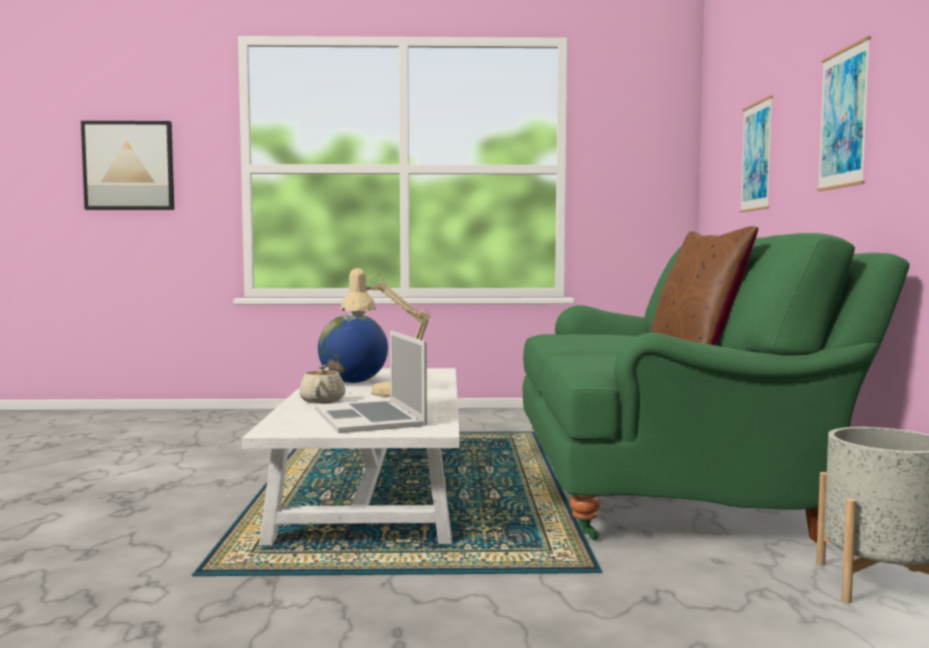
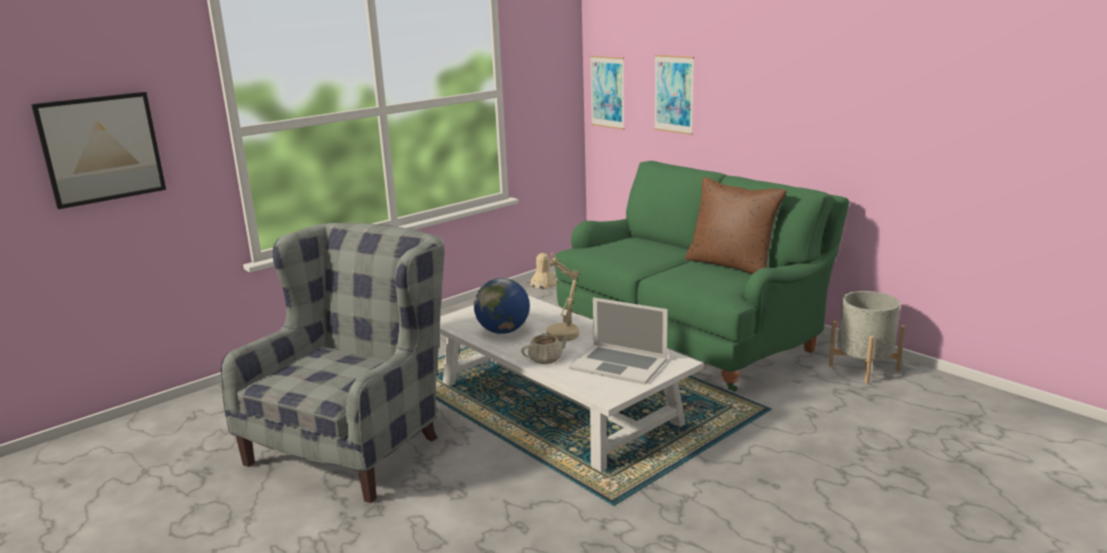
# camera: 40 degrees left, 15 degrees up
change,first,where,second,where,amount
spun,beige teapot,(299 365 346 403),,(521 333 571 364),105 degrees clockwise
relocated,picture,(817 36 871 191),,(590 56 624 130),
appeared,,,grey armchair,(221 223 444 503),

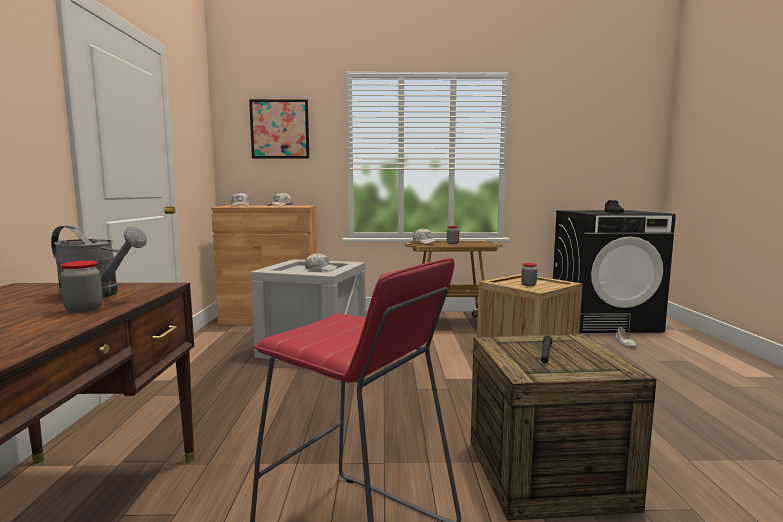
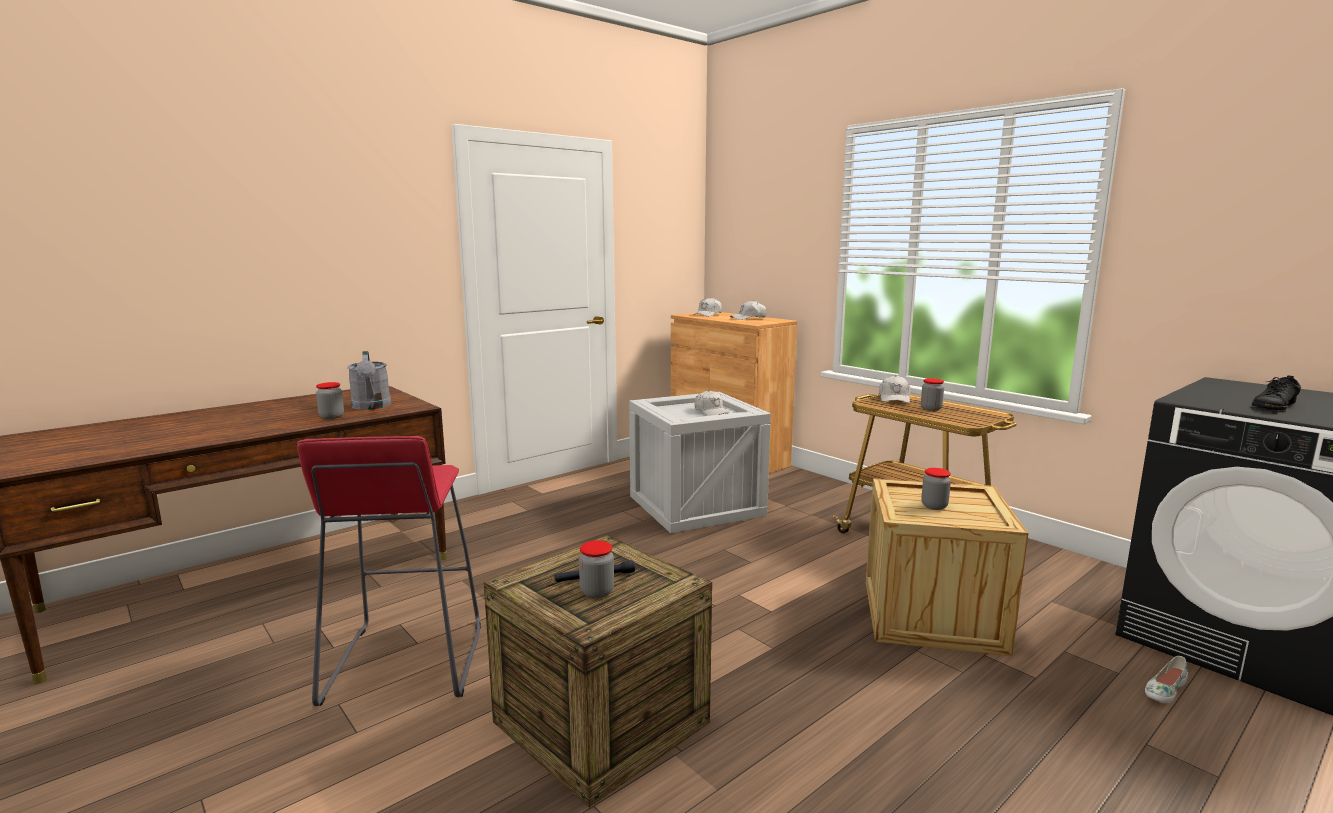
# camera: 50 degrees right, 5 degrees up
change,first,where,second,where,amount
missing,picture,(249 99 309 158),,,
appeared,,,jar,(579 540 614 599),

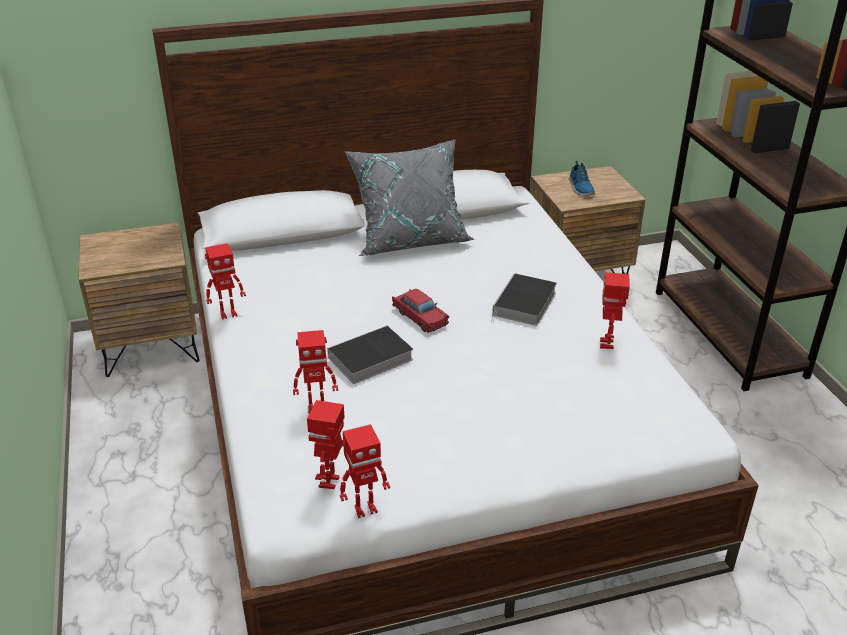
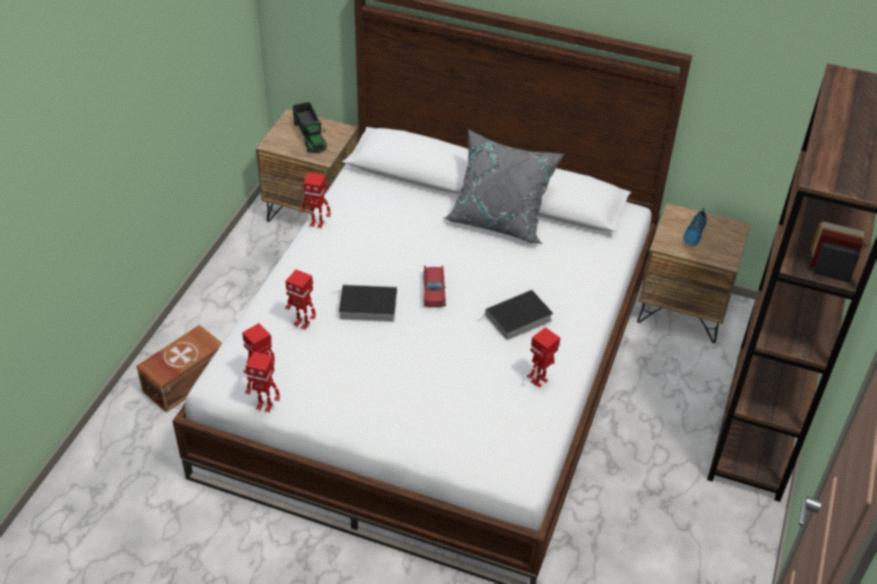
# camera: 35 degrees right, 10 degrees up
change,first,where,second,where,amount
appeared,,,brown storage box,(137 325 222 413),
appeared,,,toy truck,(293 102 327 153),

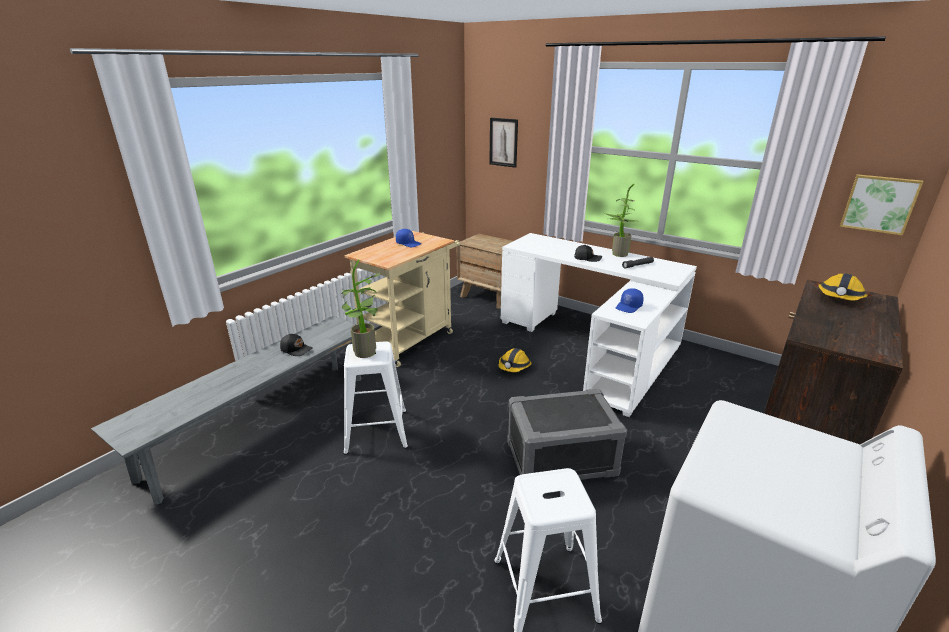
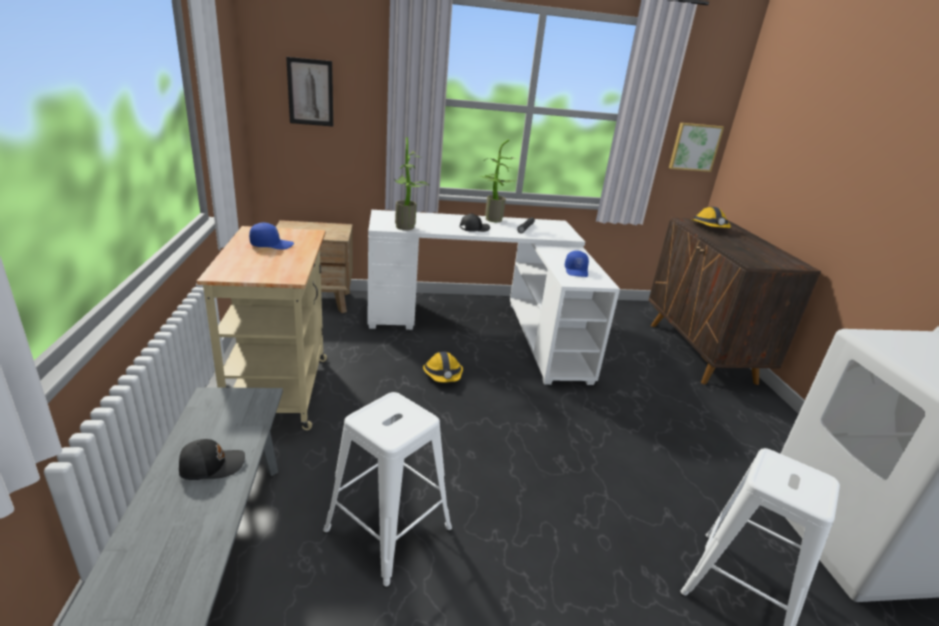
# camera: 45 degrees left, 0 degrees up
change,first,where,second,where,amount
relocated,potted plant,(341 260 381 358),,(394 137 429 230),
missing,grey storage box,(507 388 627 480),,,

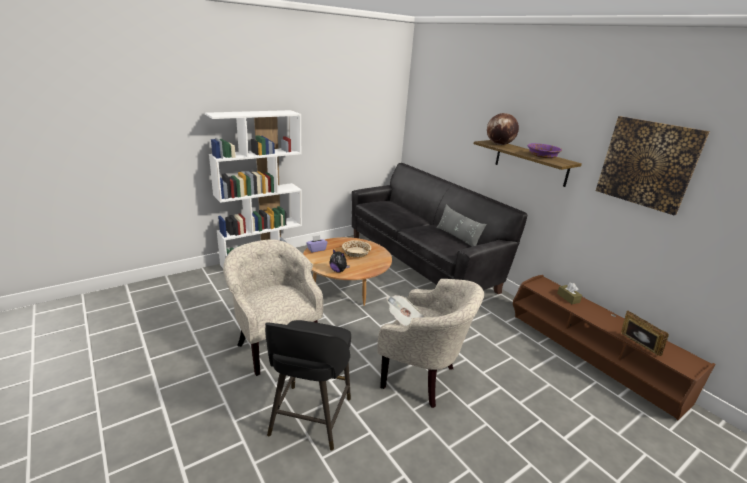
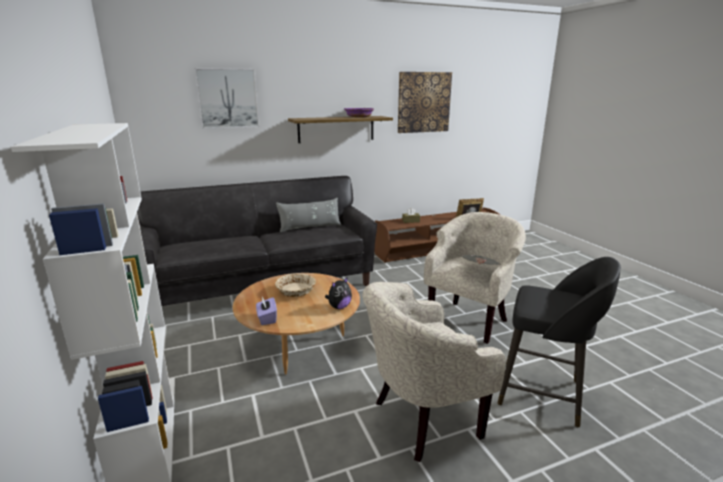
# camera: 75 degrees left, 5 degrees down
change,first,where,second,where,amount
missing,globe,(487 113 519 145),,,
appeared,,,picture,(194 68 259 129),

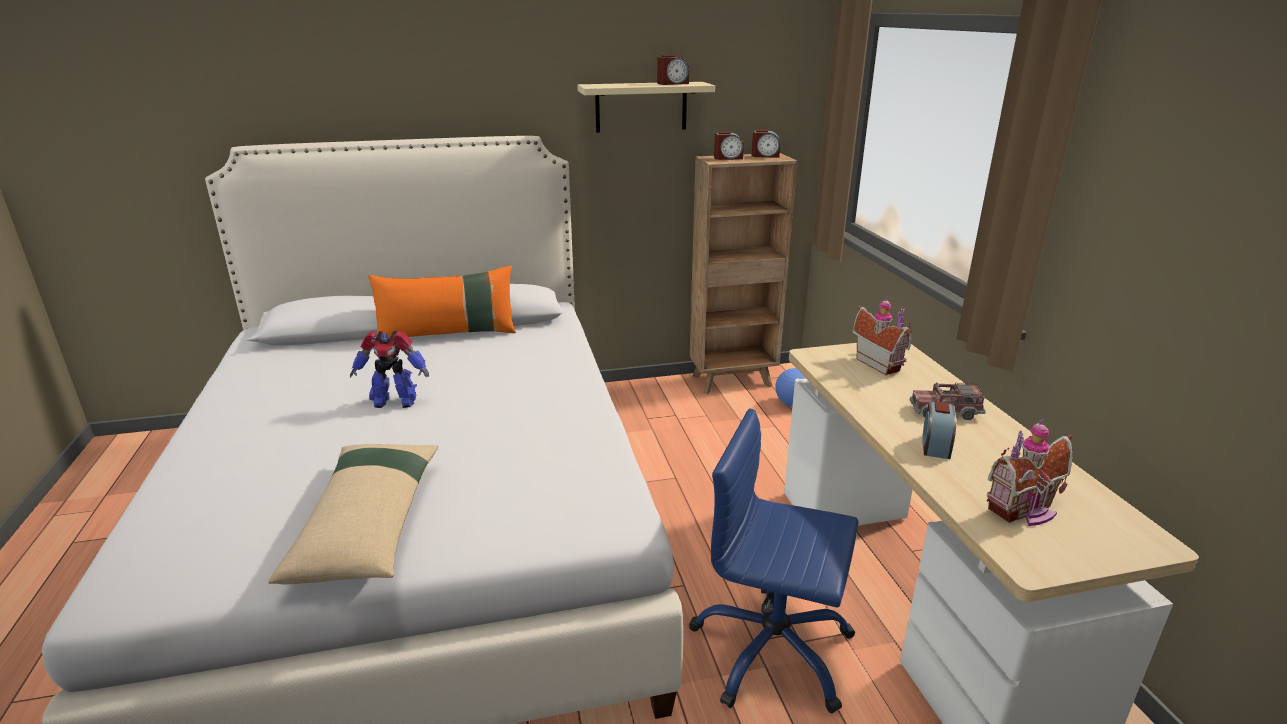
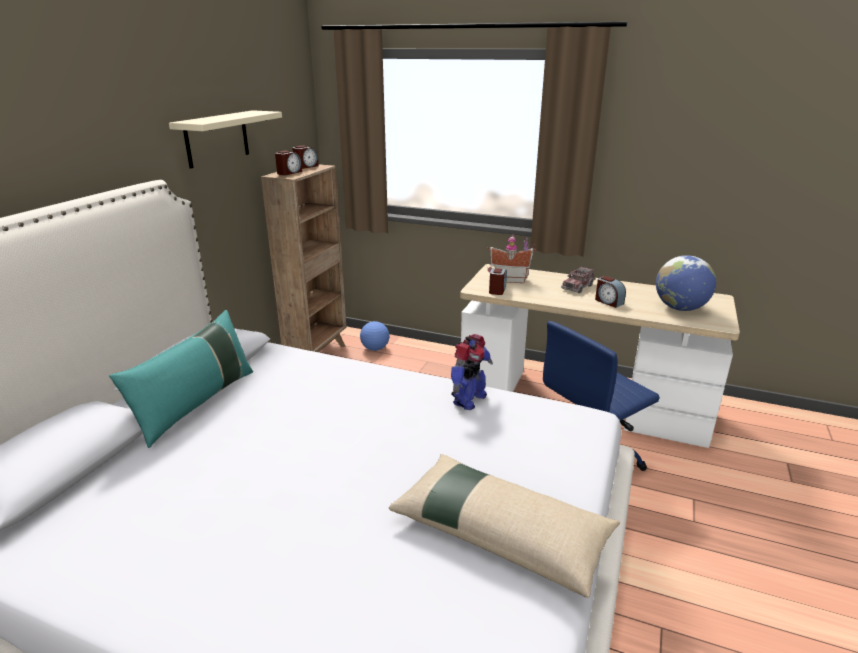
# camera: 55 degrees left, 0 degrees up
change,first,where,second,where,amount
relocated,toy robot,(350 331 429 408),,(451 334 493 410),
colour,orange pillow,(368 265 516 338),turquoise pillow,(109 310 253 448),
relocated,alarm clock,(657 55 689 85),,(489 268 507 295),
exchanged,toy house,(986 419 1073 526),globe,(656 256 716 311),

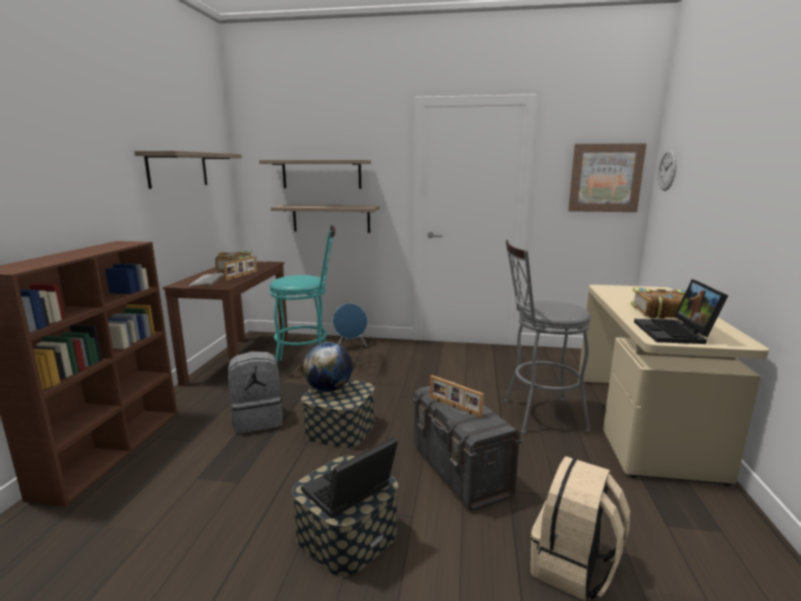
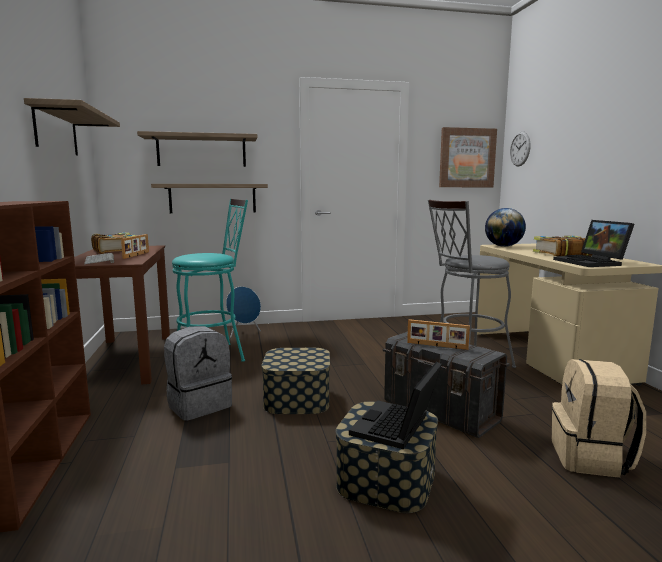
# camera: 20 degrees left, 5 degrees down
change,first,where,second,where,amount
relocated,globe,(303 342 352 392),,(485 208 526 247),

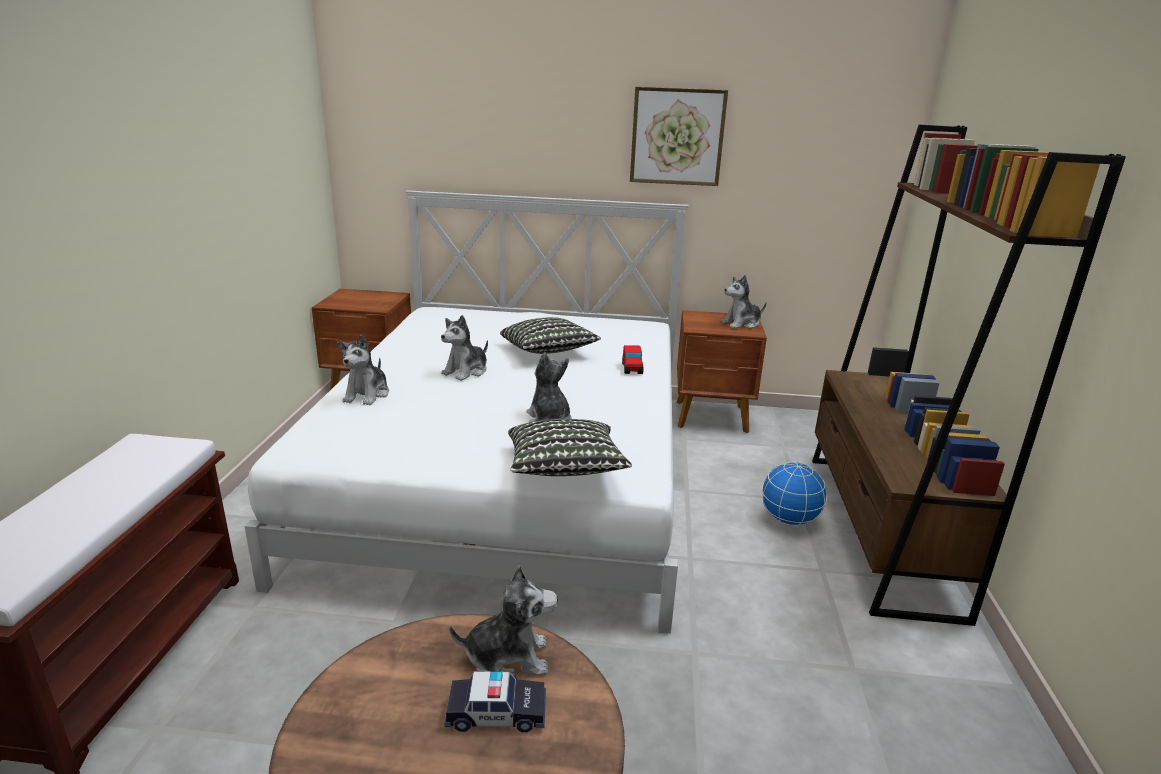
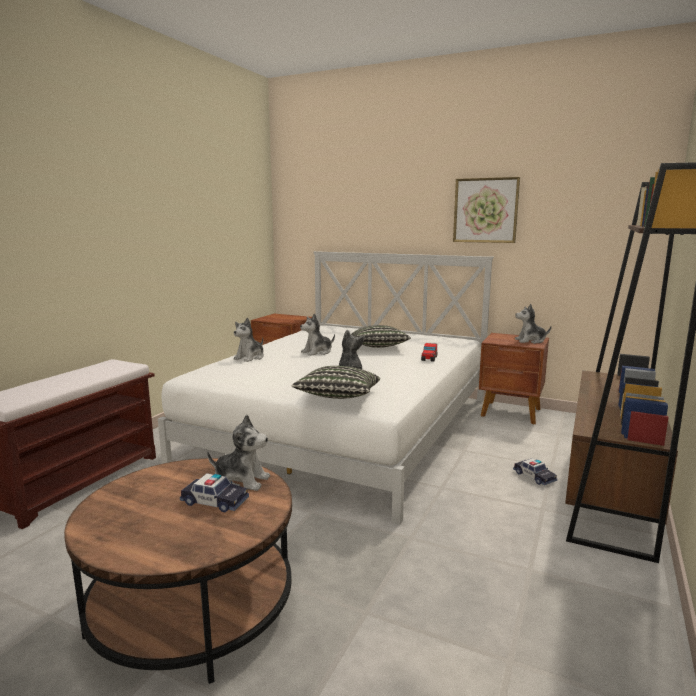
# camera: 20 degrees right, 10 degrees down
change,first,where,second,where,amount
exchanged,globe,(761 462 827 526),toy car,(513 458 557 485),

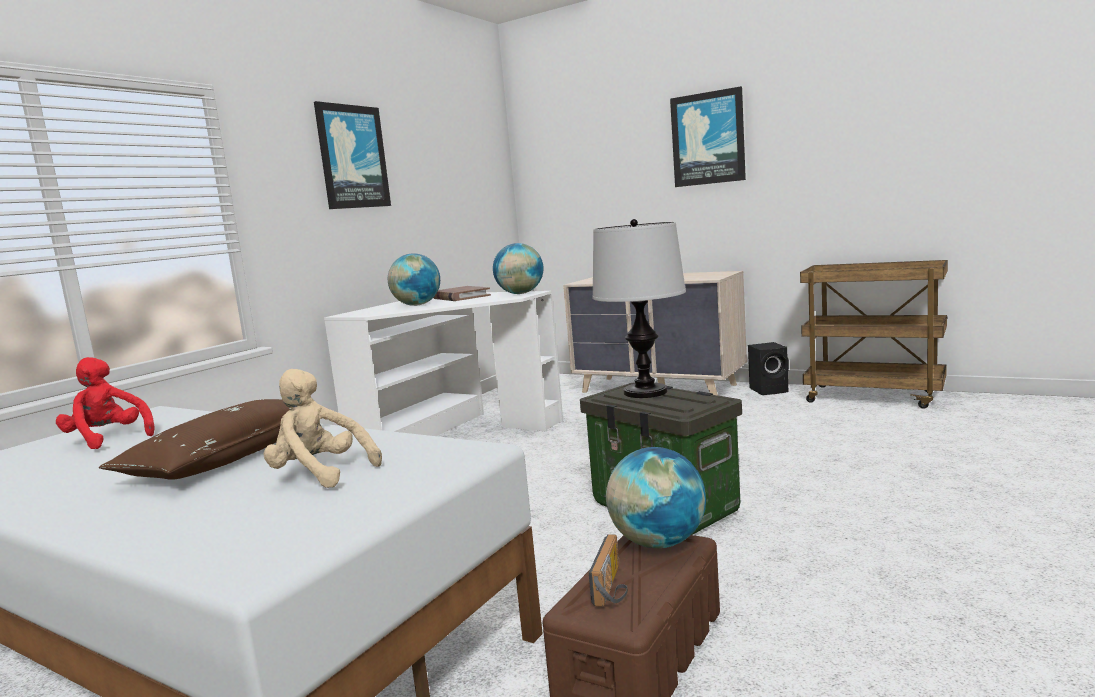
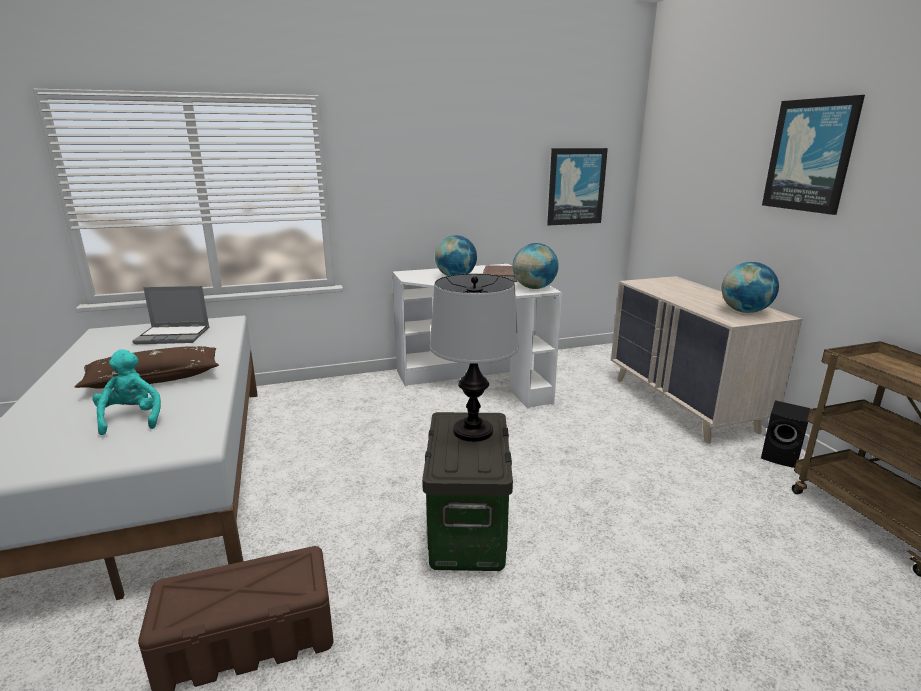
# camera: 40 degrees right, 10 degrees up
change,first,where,second,where,amount
exchanged,red plush toy,(56 357 155 449),laptop,(132 286 209 344),
colour,beige plush toy,(263 369 382 488),turquoise plush toy,(93 350 161 435),
relocated,picture,(314 101 391 209),,(547 148 608 226),
missing,radio,(589 534 628 607),,,
relocated,globe,(606 447 706 548),,(722 262 779 313),

